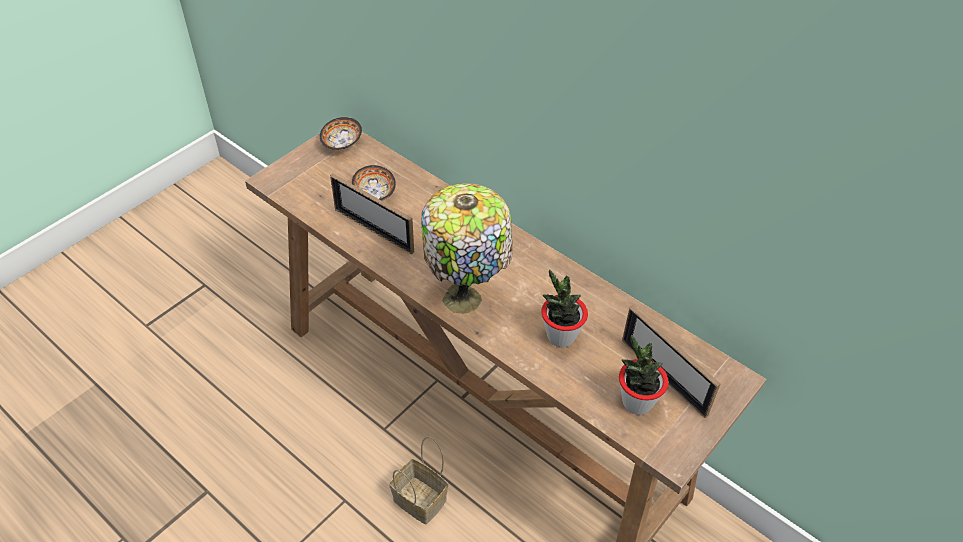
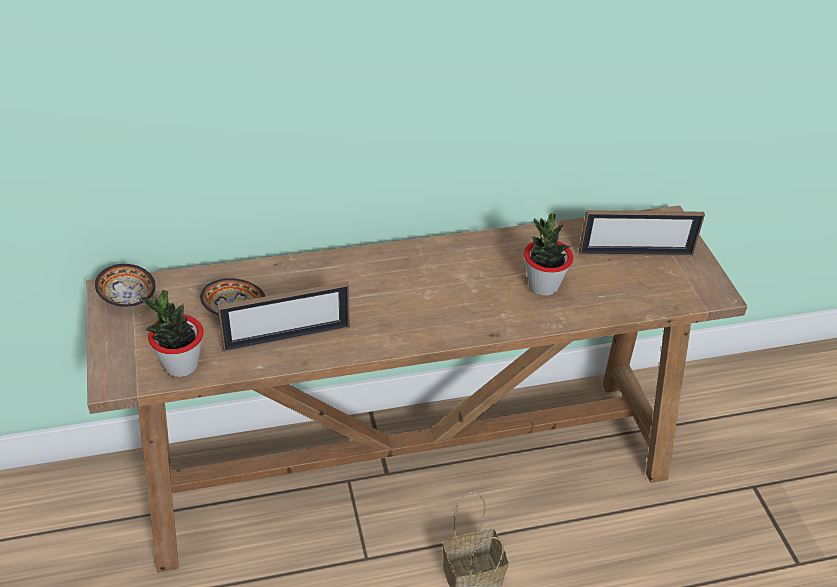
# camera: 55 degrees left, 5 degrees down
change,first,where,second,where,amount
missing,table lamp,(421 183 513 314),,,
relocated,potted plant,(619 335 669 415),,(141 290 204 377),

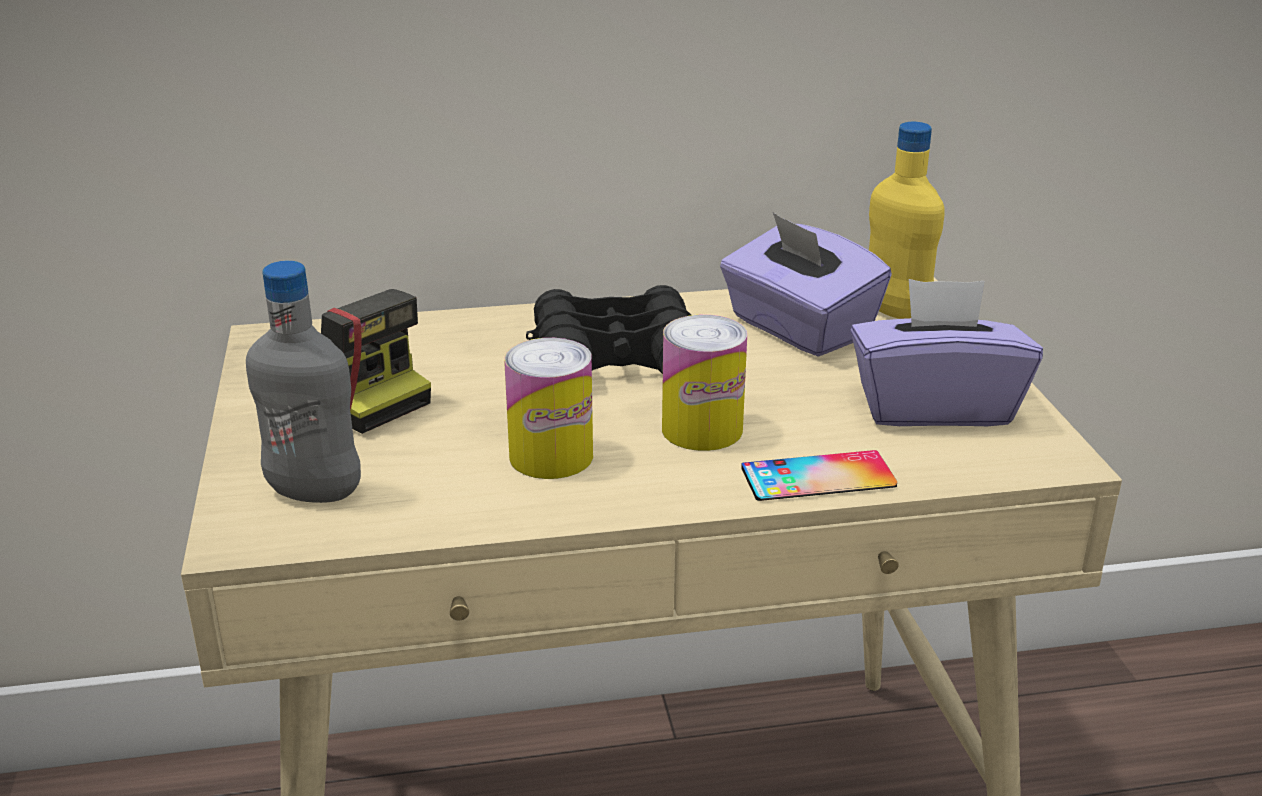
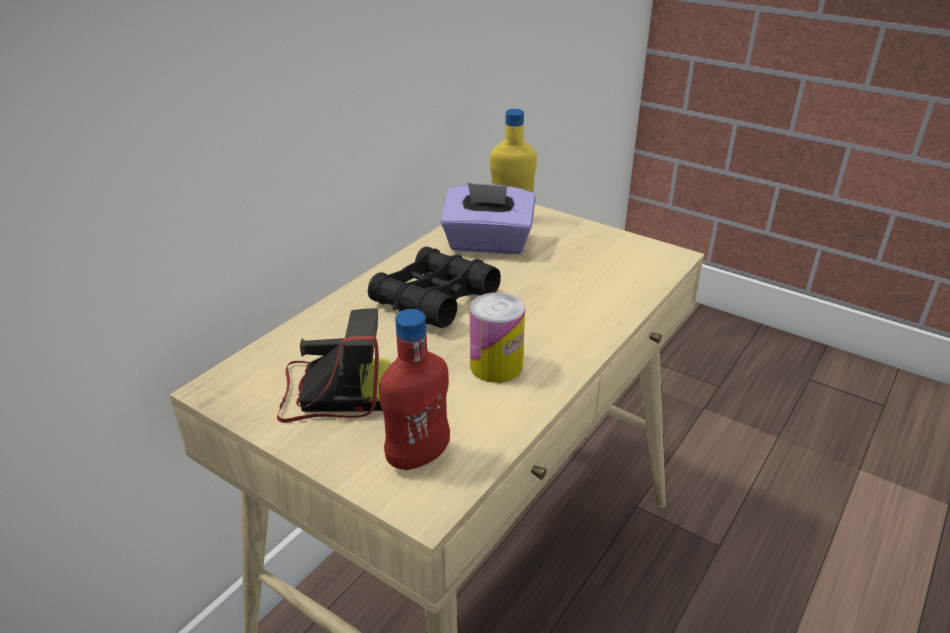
# camera: 45 degrees left, 5 degrees up
change,first,where,second,where,amount
colour,grey bottle,(246 261 361 503),red bottle,(379 309 450 470),
missing,can,(662 315 747 451),,,
missing,phone,(741 450 897 501),,,
missing,purple tissue box,(850 279 1043 426),,,

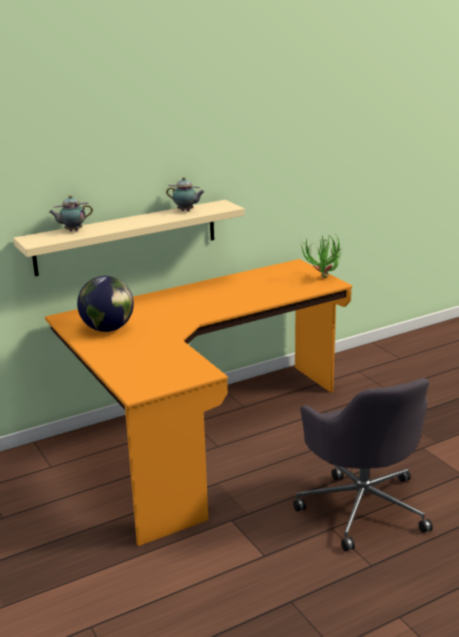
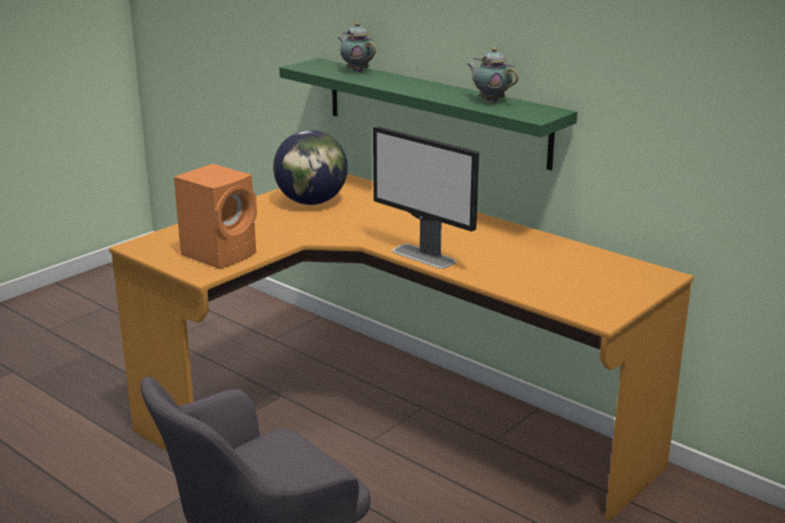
# camera: 70 degrees right, 0 degrees up
change,first,where,second,where,amount
colour,beige shelf,(13 200 245 276),green shelf,(279 58 577 170),
spun,teapot,(166 177 204 211),,(467 47 518 102),135 degrees clockwise
missing,potted plant,(300 236 342 278),,,
appeared,,,orange speaker,(174 164 257 269),
appeared,,,monitor,(373 126 479 269),

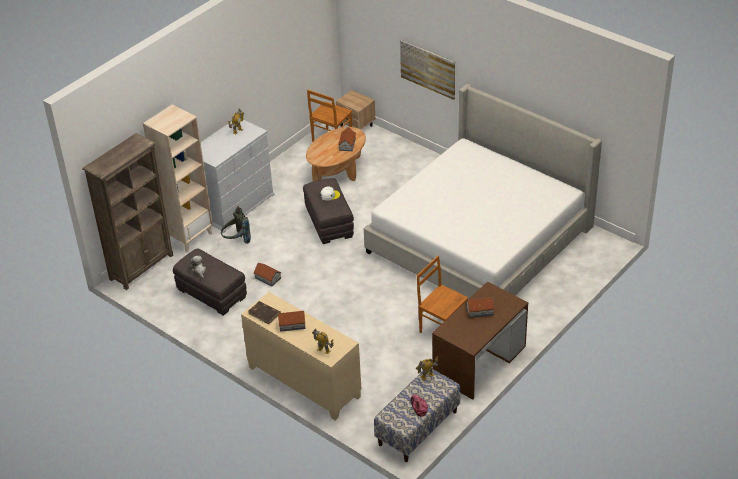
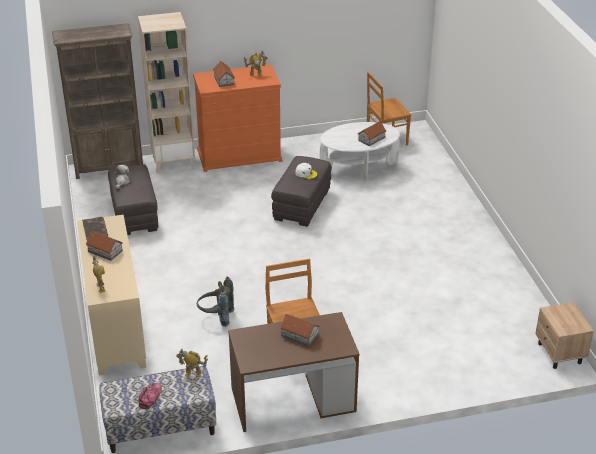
# camera: 35 degrees right, 5 degrees down
change,first,where,second,where,amount
colour,white dresser,(201 119 275 233),orange dresser,(193 65 283 172),
relocated,grey backpack,(221 206 251 244),,(197 276 234 327),
relocated,toy house,(253 263 281 286),,(213 61 235 87),
colour,brown coffee table,(306 127 366 182),white coffee table,(320 122 400 181),
relocated,beige nightstand,(336 90 376 130),,(535 302 594 369),
missing,bed,(364 84 602 299),,,
missing,picture,(400 40 455 100),,,

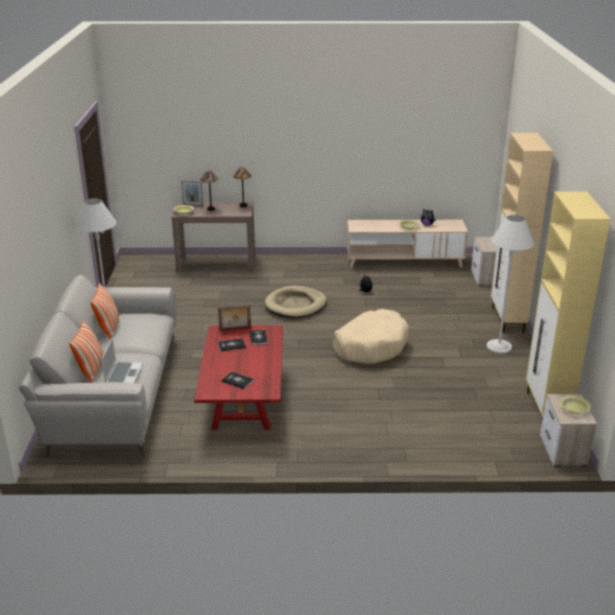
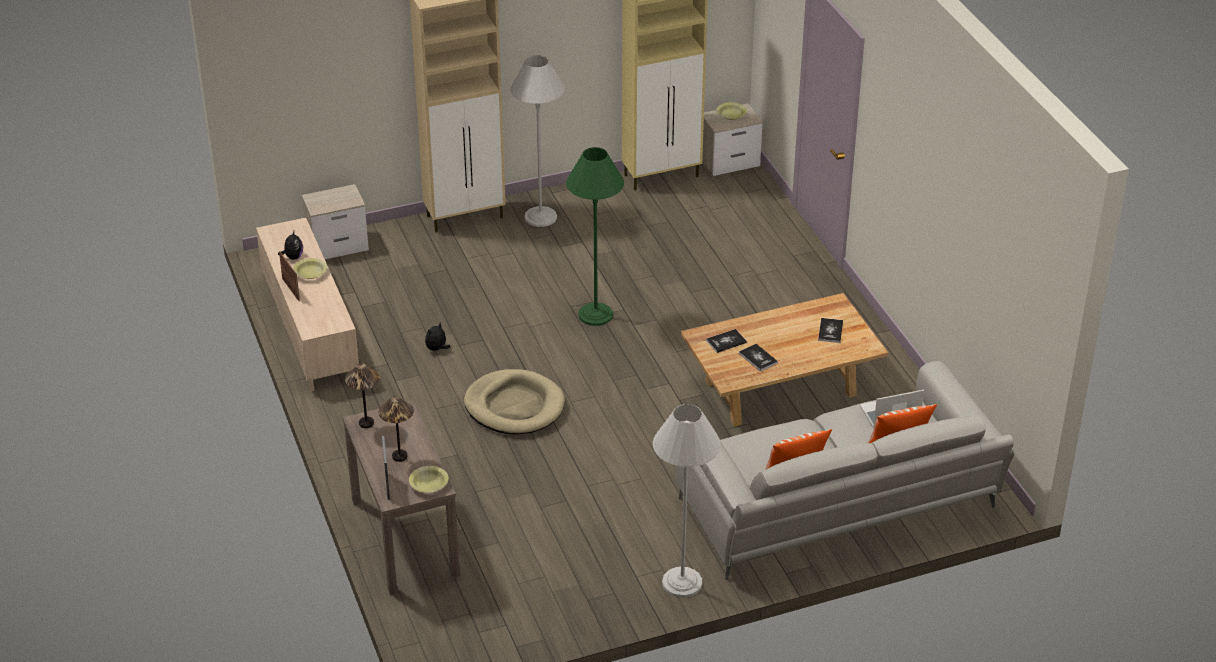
# camera: 110 degrees left, 10 degrees up
change,first,where,second,where,amount
colour,red coffee table,(194 325 283 430),beige coffee table,(681 293 888 427),
relocated,picture frame,(218 305 251 330),,(279 251 300 301),
exchanged,beige dog bed,(333 309 409 364),green floor lamp,(566 147 624 326),

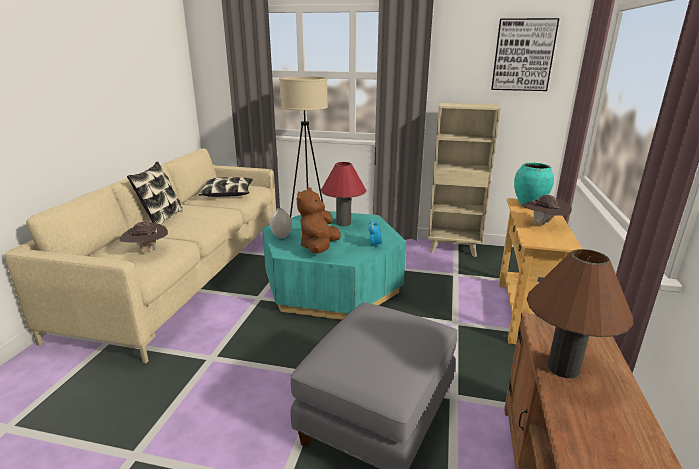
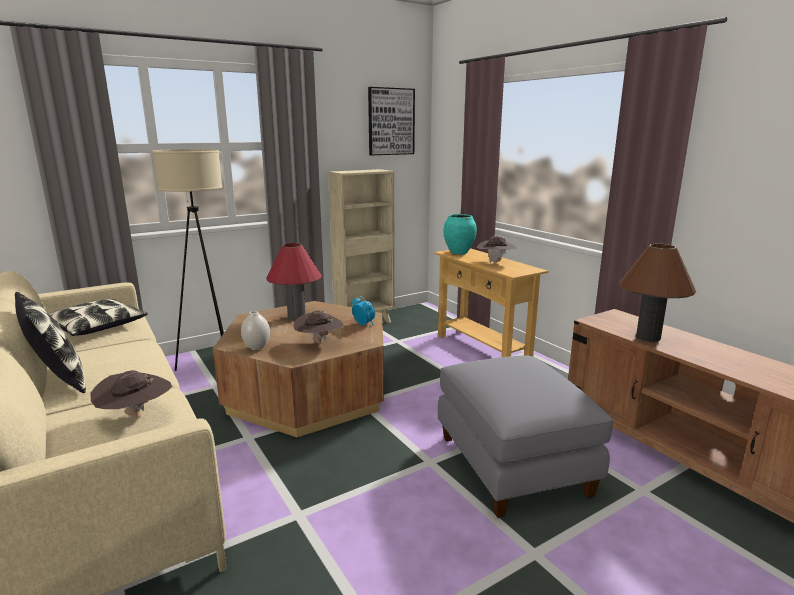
# camera: 45 degrees left, 5 degrees down
change,first,where,second,where,amount
colour,turquoise coffee table,(262 211 406 320),brown coffee table,(213 301 384 437),
exchanged,brown plush toy,(297 187 341 253),brown hat,(293 310 344 344),

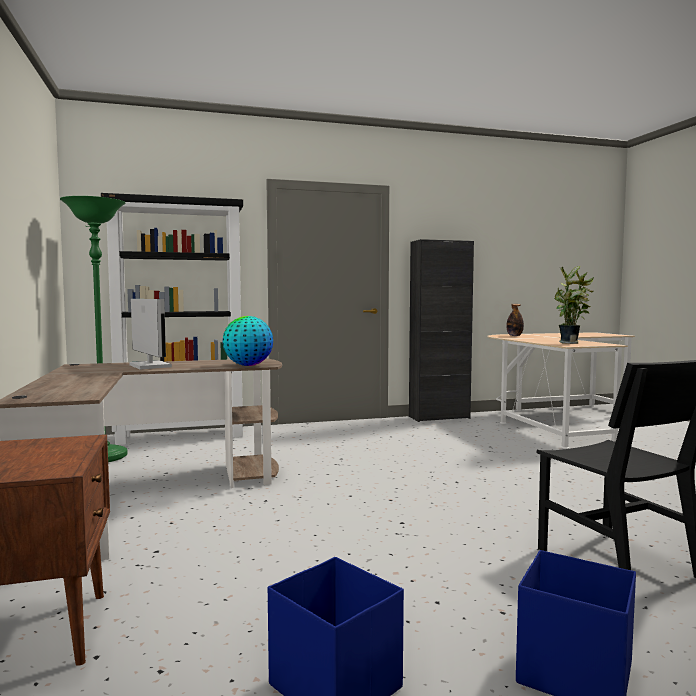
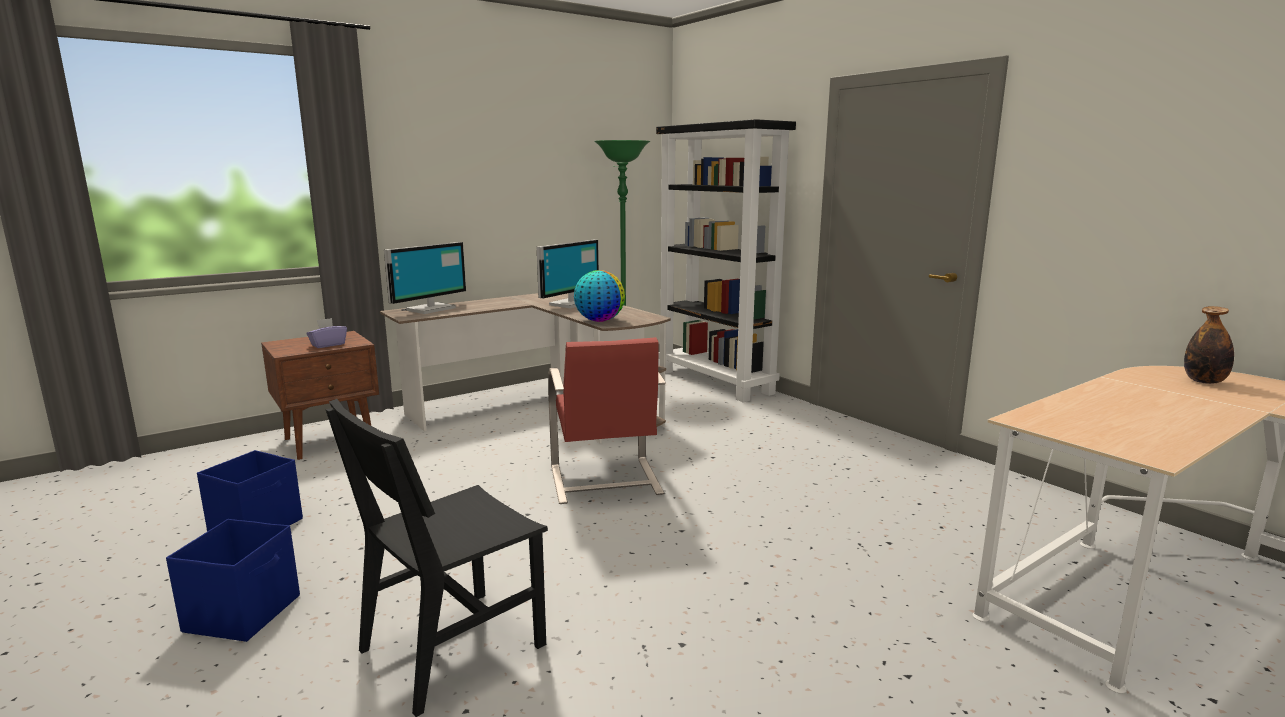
# camera: 70 degrees right, 10 degrees up
change,first,where,second,where,amount
missing,black cabinet,(409 239 474 422),,,
missing,potted plant,(554 266 594 344),,,
appeared,,,purple tissue box,(307 318 347 348),
appeared,,,monitor,(384 242 466 314),
appeared,,,red chair,(548 337 666 504),

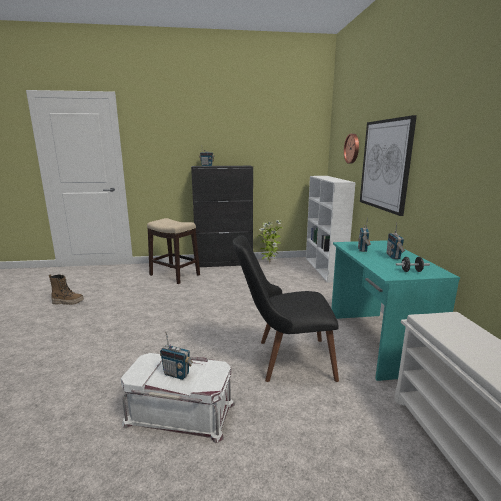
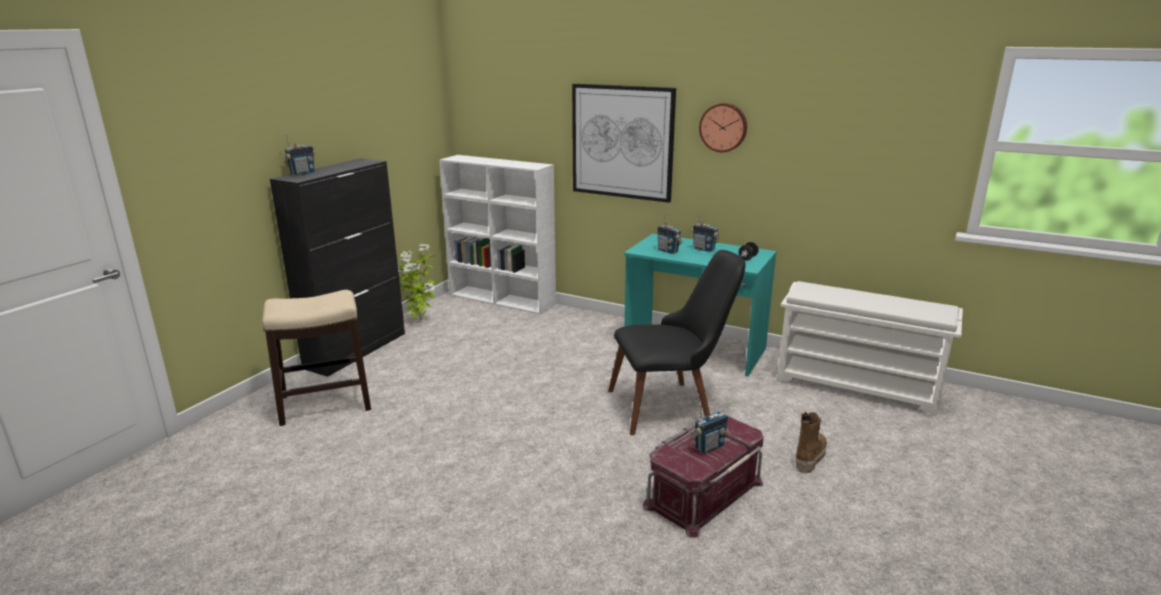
# camera: 55 degrees left, 5 degrees up
change,first,where,second,where,amount
relocated,boot,(49 274 84 305),,(796 412 827 473),
colour,white storage box,(121 353 235 443),red storage box,(643 415 764 538),
spun,black chair,(233 235 339 382),,(608 250 746 435),135 degrees counterclockwise
relocated,wall clock,(344 134 359 164),,(699 103 747 152),

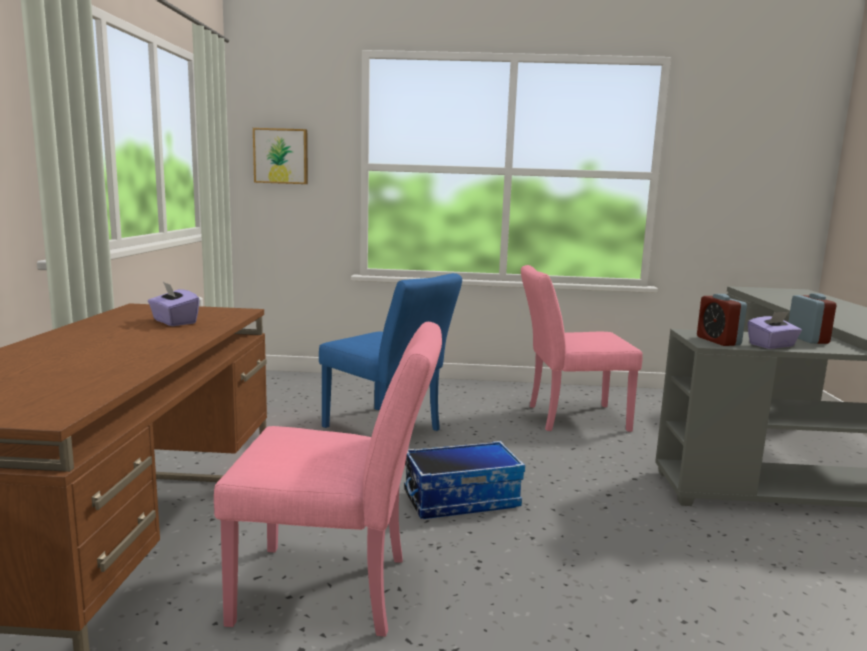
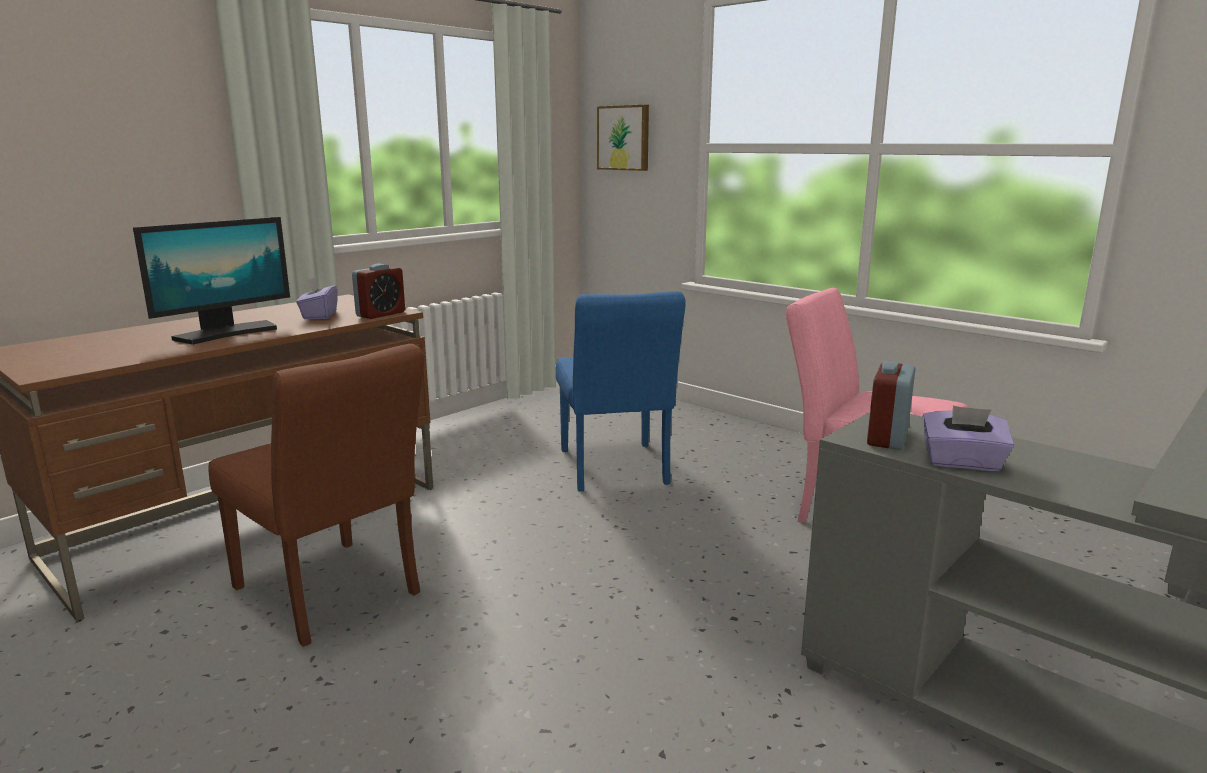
# camera: 40 degrees right, 5 degrees up
change,first,where,second,where,amount
colour,pink chair,(214 322 442 637),brown chair,(208 344 424 647),
missing,storage box,(404 441 525 519),,,
relocated,alarm clock,(788 293 836 344),,(352 264 405 319),
appeared,,,monitor,(133 217 290 345),

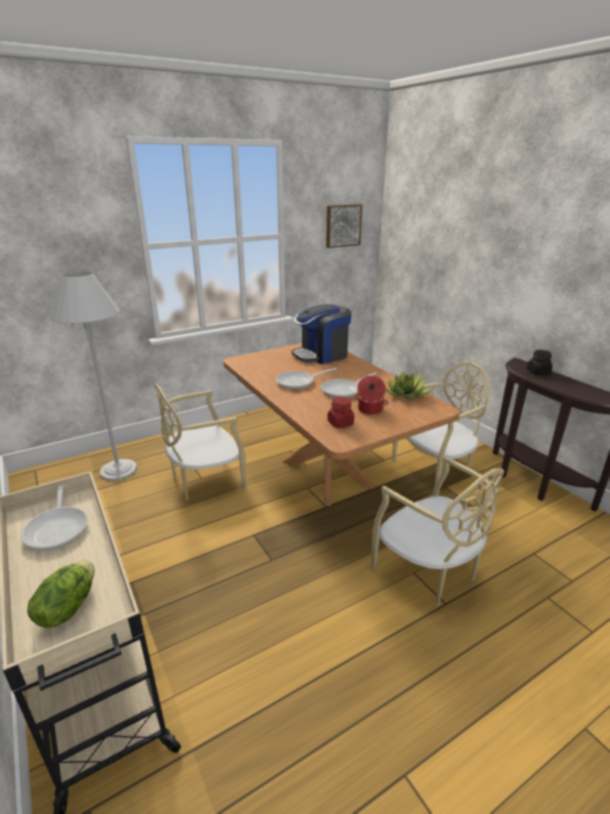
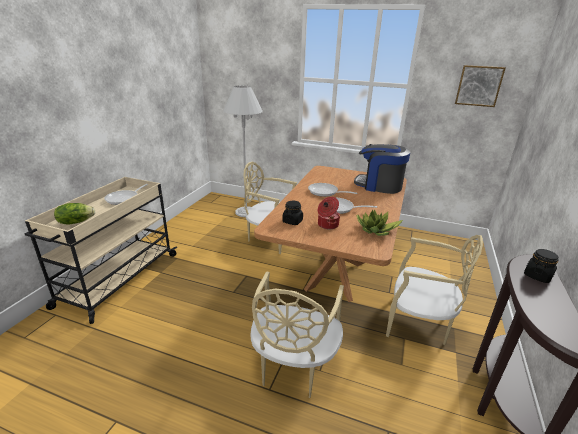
# camera: 50 degrees right, 0 degrees up
change,first,where,second,where,amount
colour,red jar,(327 397 354 428),black jar,(282 201 303 225),

